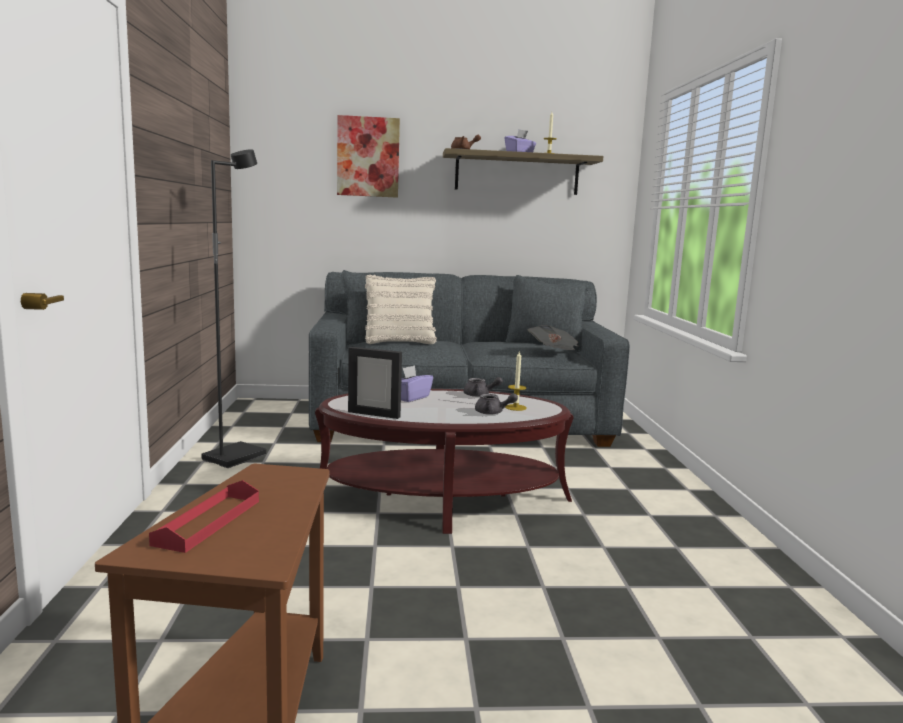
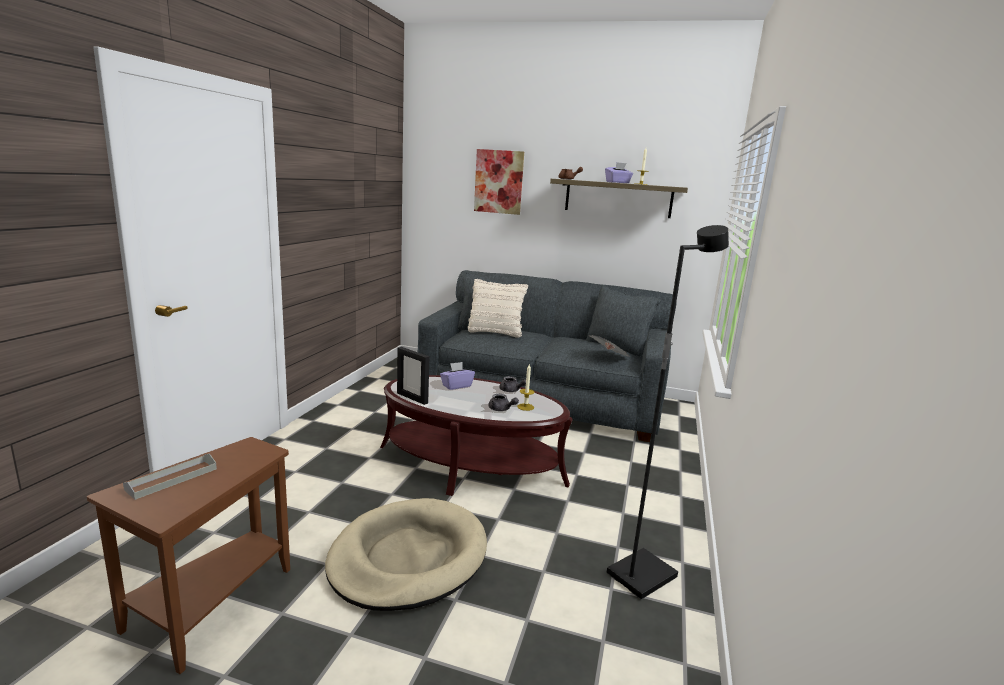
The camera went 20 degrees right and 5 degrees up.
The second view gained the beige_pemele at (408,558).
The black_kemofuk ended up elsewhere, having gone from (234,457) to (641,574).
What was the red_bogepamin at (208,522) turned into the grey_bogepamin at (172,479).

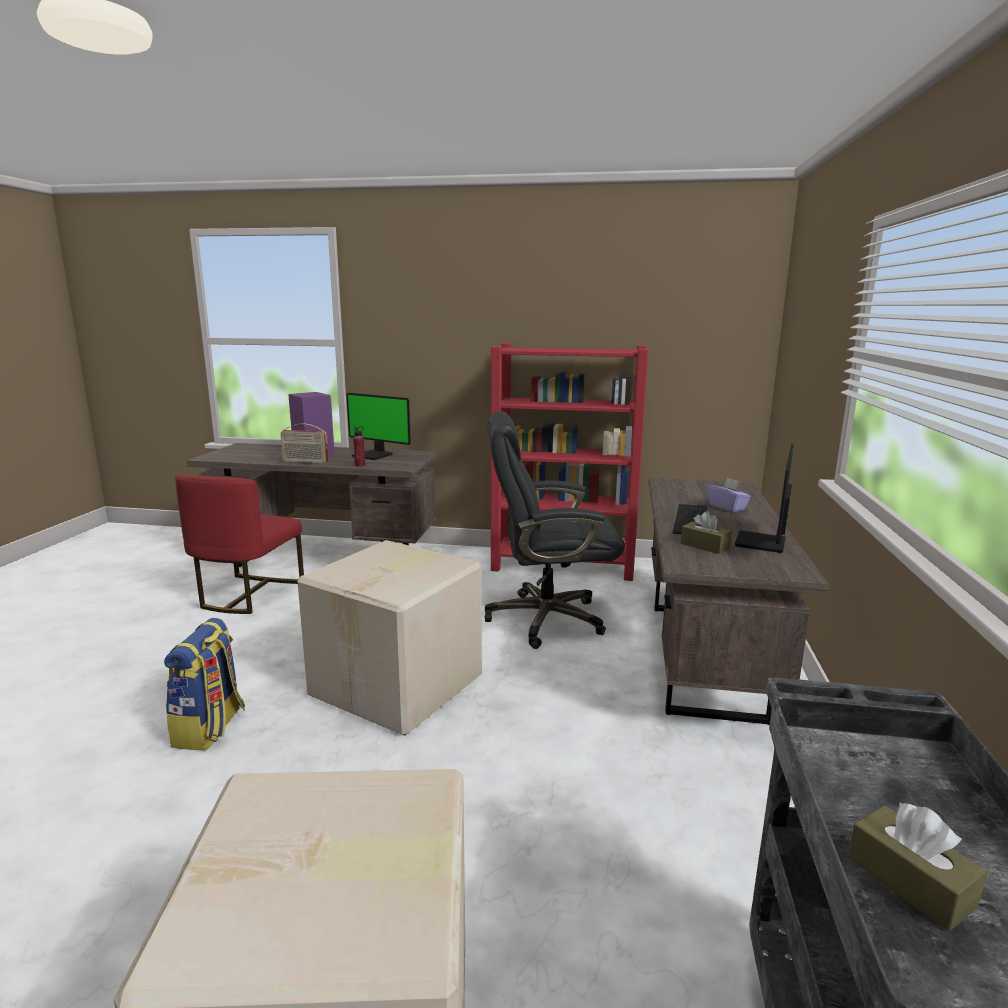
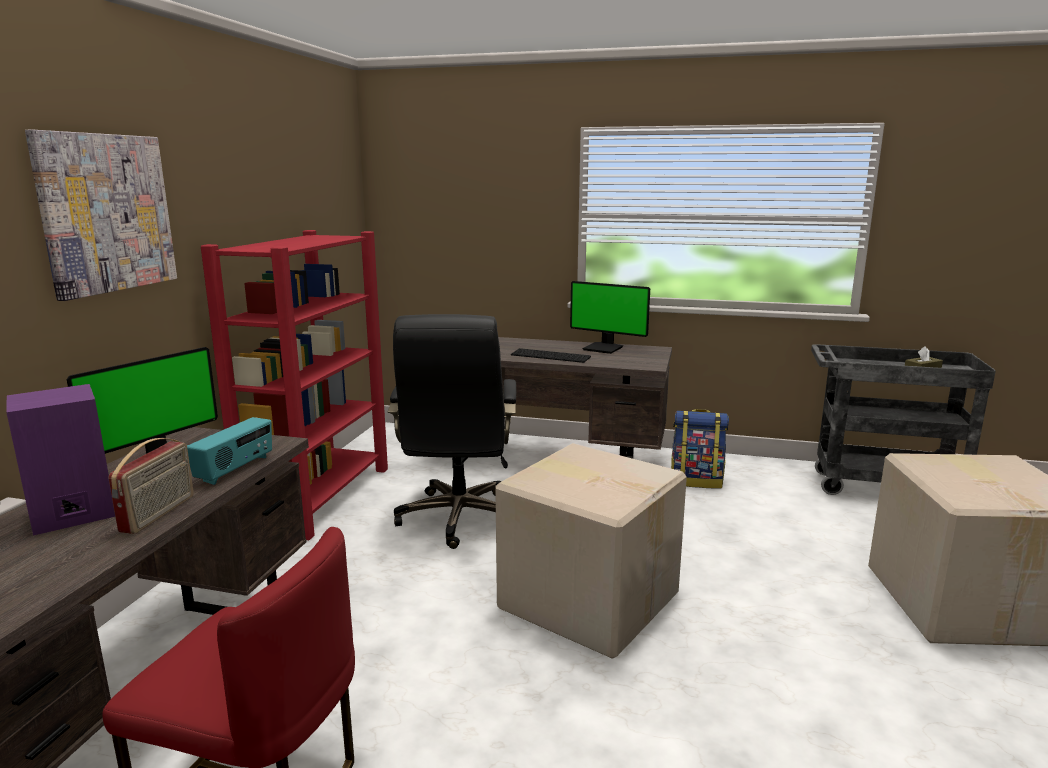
The camera went 85 degrees left and 0 degrees up.
The second view lost the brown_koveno at (704,546).
The second view lost the purple_koveno at (727,507).
The second view gained the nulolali at (106,213).
The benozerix ended up elsewhere, having gone from (210,728) to (697,481).
Where the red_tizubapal stood at (360,465), the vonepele came to stand at (235,469).

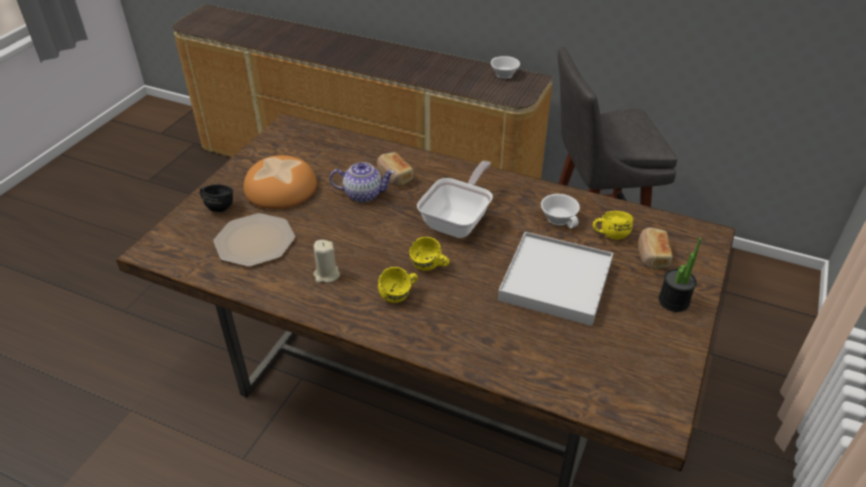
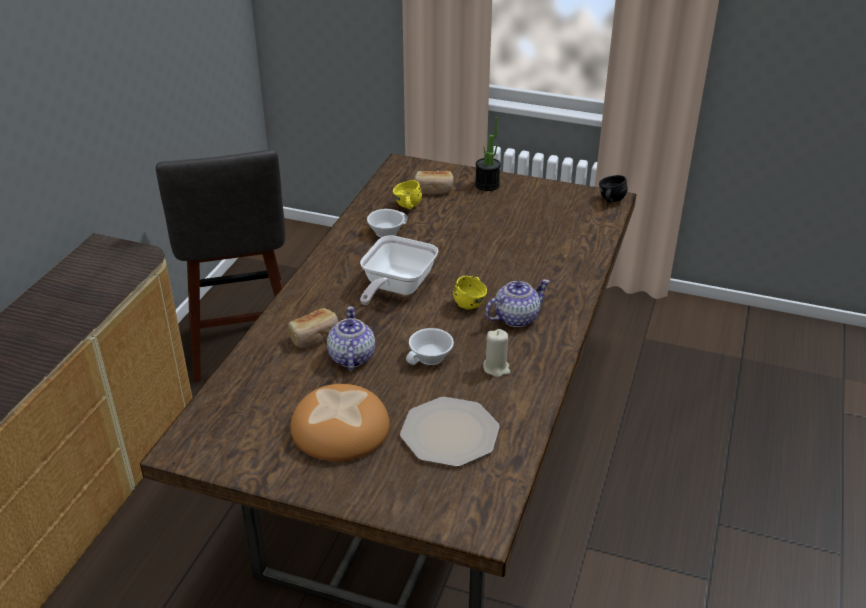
The camera went 95 degrees left and 5 degrees down.
The second view lost the white_bogepamin at (555,281).
The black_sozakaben ended up elsewhere, having gone from (218,206) to (609,200).
The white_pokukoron ended up elsewhere, having gone from (503,74) to (431,358).
Where the yellow_sozakaben stood at (399,296), the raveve came to stand at (515,318).
The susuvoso at (459,221) ended up facing another way, 90 degrees counterclockwise from before.

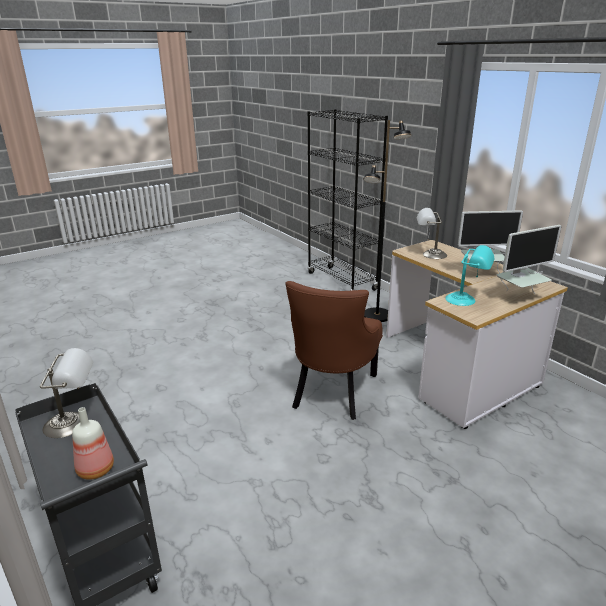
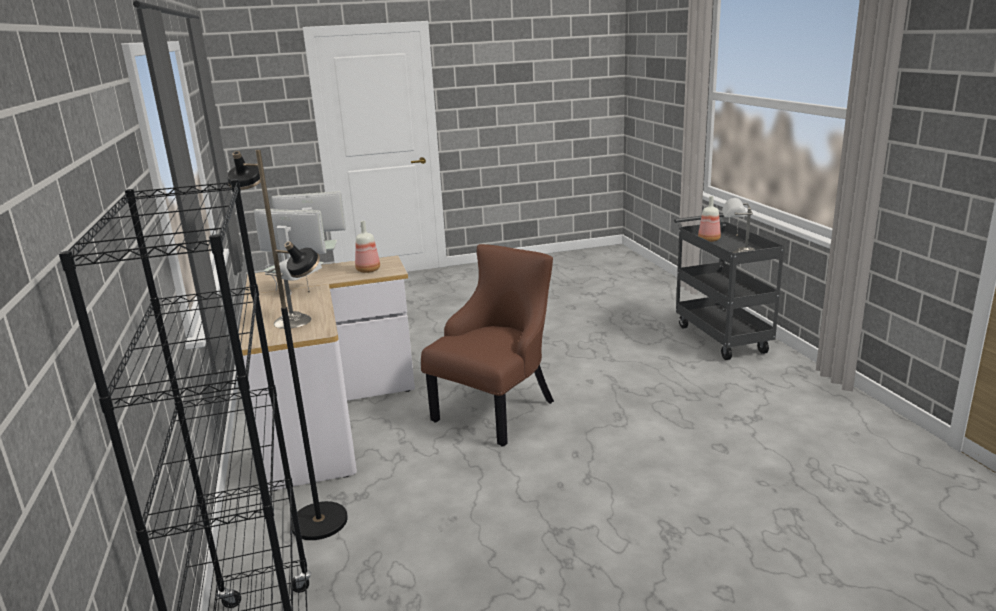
The camera went 160 degrees left and 5 degrees down.
Where the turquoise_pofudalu stood at (467,300), the tizubapal came to stand at (368,270).

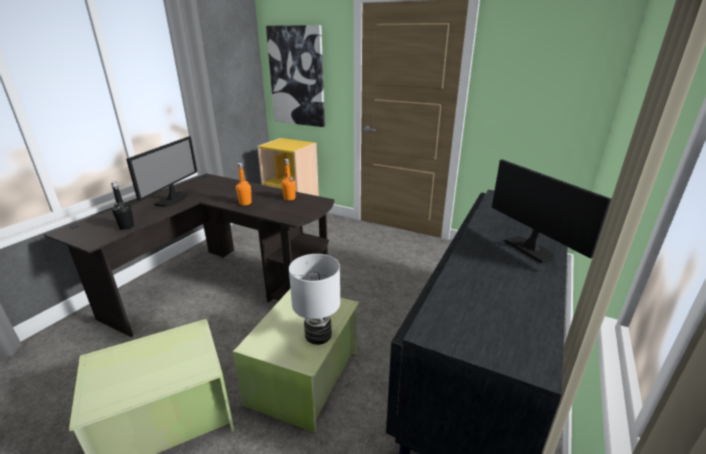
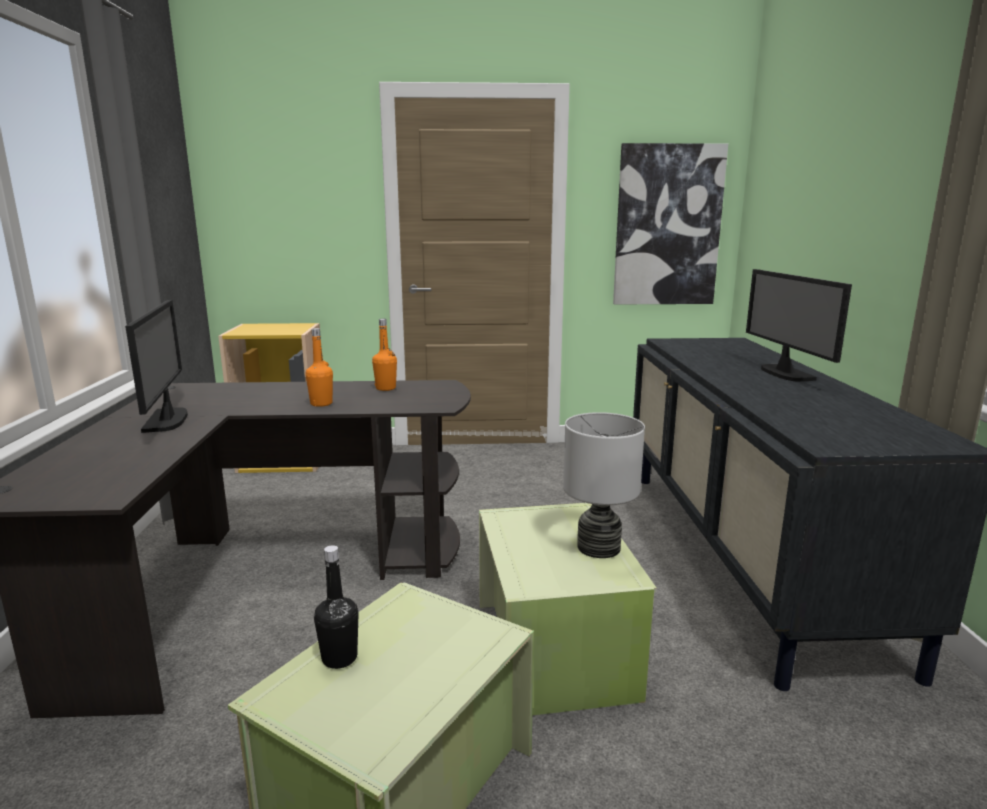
The camera went 30 degrees left and 10 degrees down.
The black_tizubapal ended up elsewhere, having gone from (126,227) to (339,658).
The nulolali ended up elsewhere, having gone from (297,77) to (667,226).
The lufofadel at (530,249) ended up facing another way, 135 degrees counterclockwise from before.

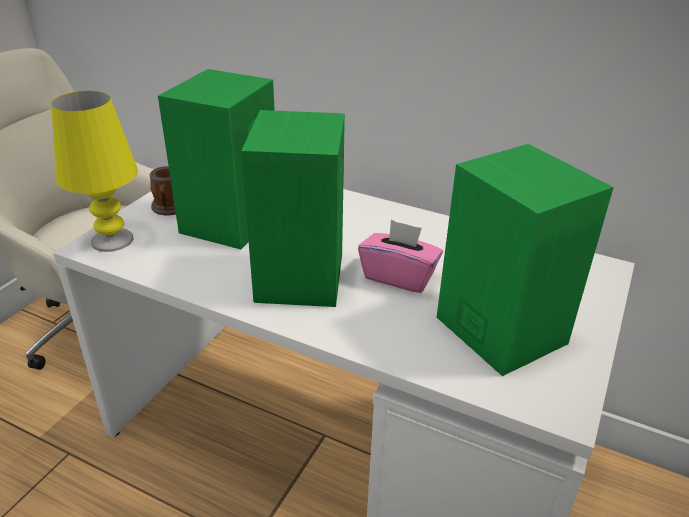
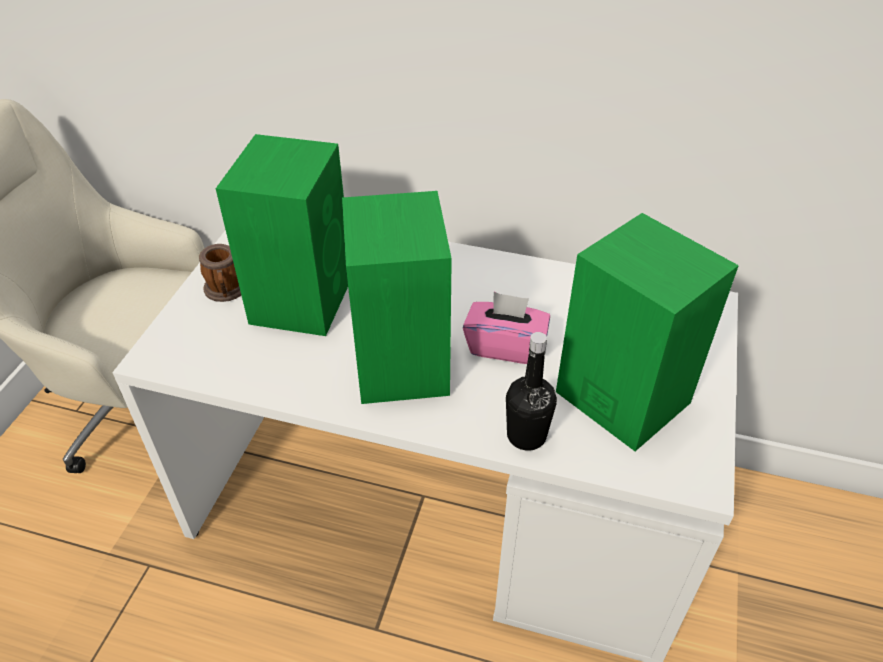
The camera went 10 degrees left and 10 degrees up.
The second view lost the yellow_pofudalu at (112,240).
The second view gained the black_tizubapal at (526,436).

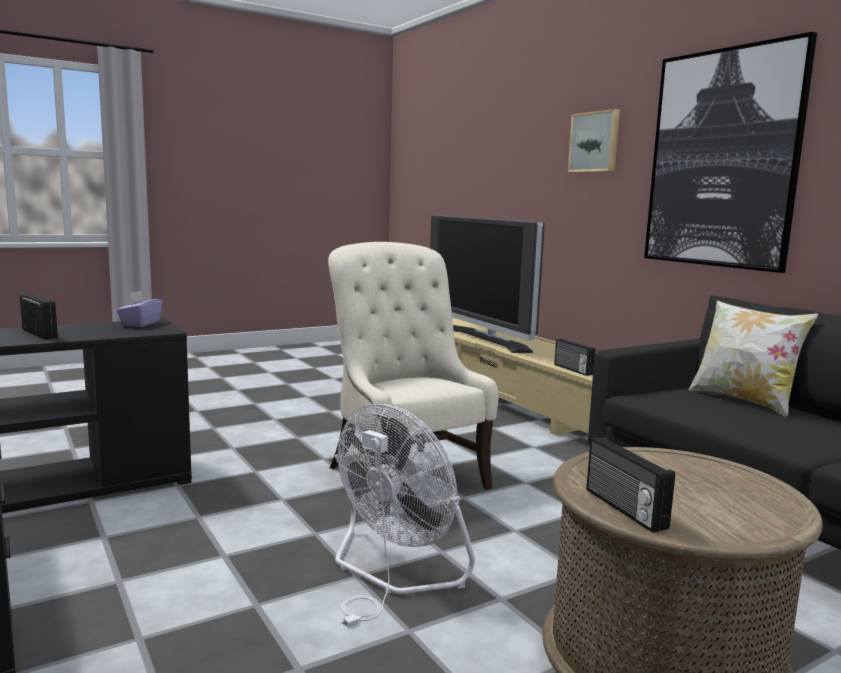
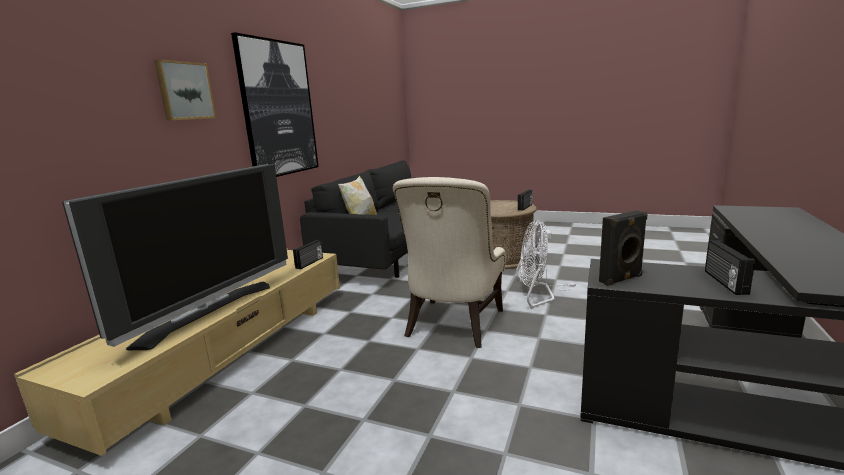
The camera went 125 degrees left and 5 degrees up.
Where the purple_koveno stood at (140,324), the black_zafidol came to stand at (621,279).

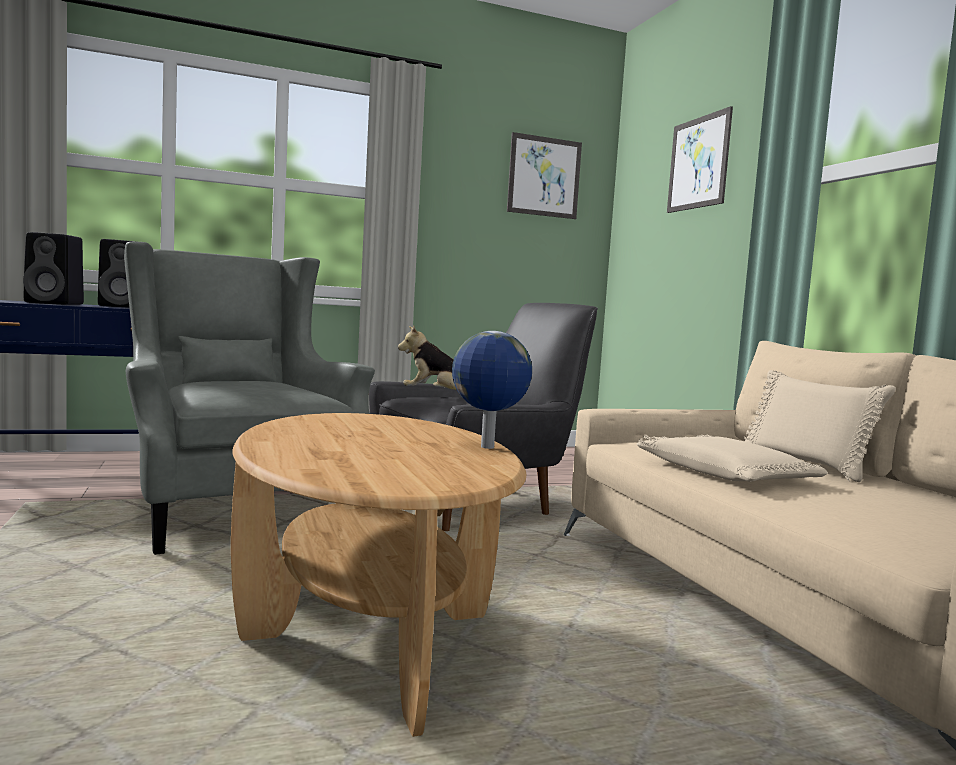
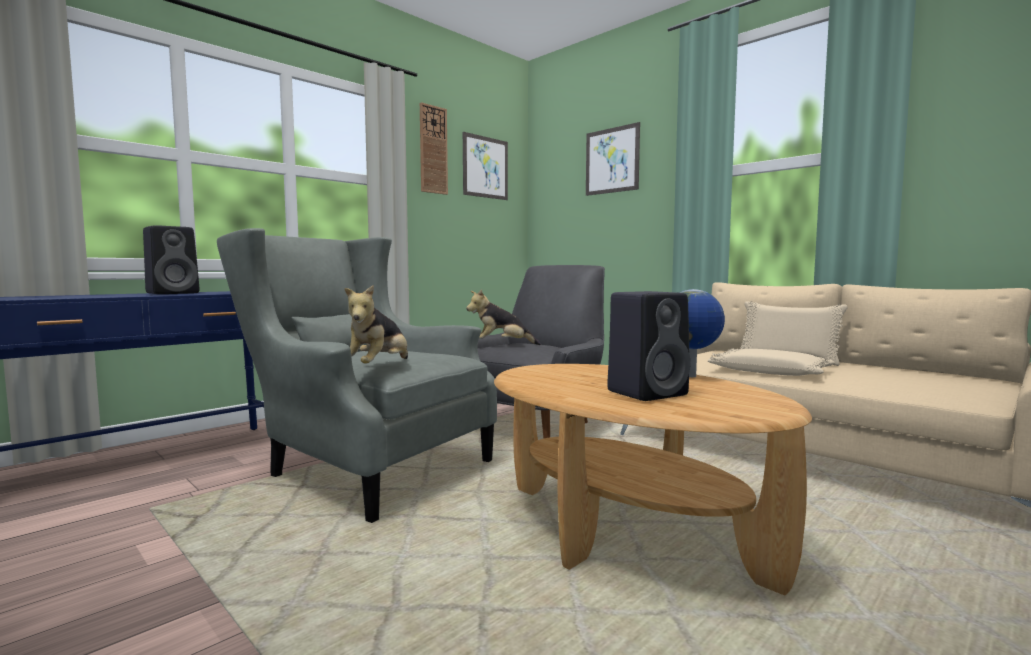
The camera went 25 degrees left and 0 degrees up.
The second view gained the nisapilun at (378,367).
The second view gained the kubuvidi at (433,150).
The black_zafidol ended up elsewhere, having gone from (56,303) to (648,393).

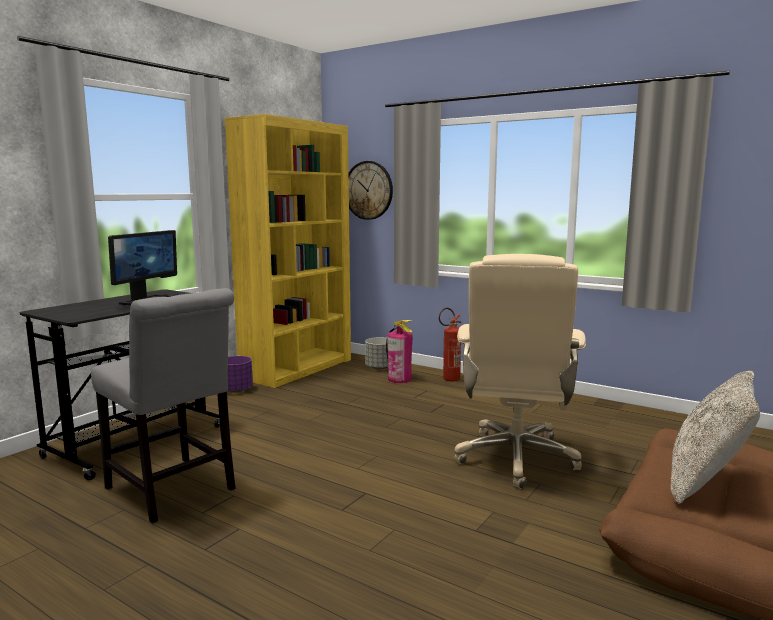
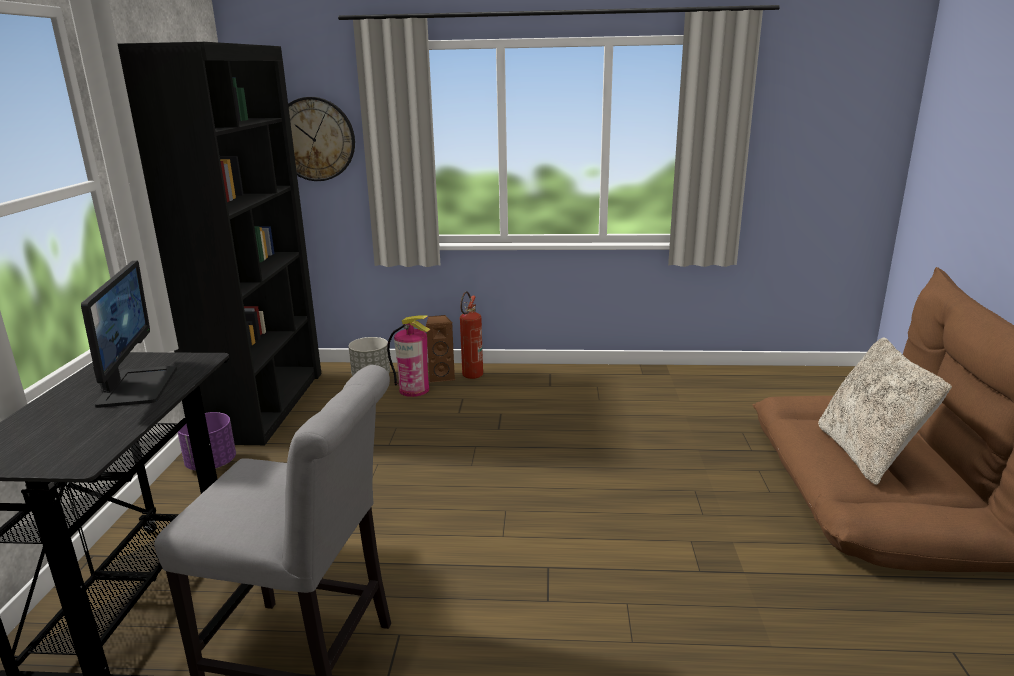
The camera went 30 degrees left and 10 degrees up.
The second view lost the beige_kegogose at (514,460).
The second view gained the brown_zafidol at (441,377).
What was the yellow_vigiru at (298,368) turned into the black_vigiru at (264,405).

